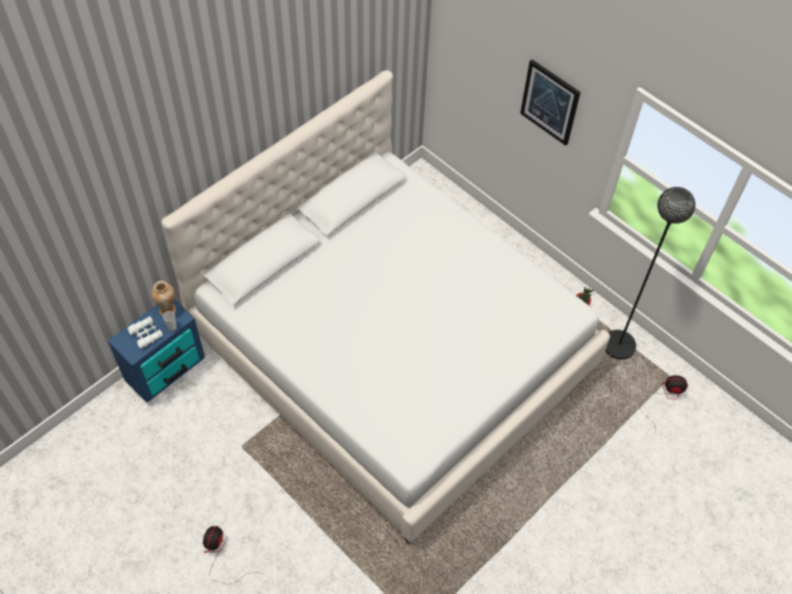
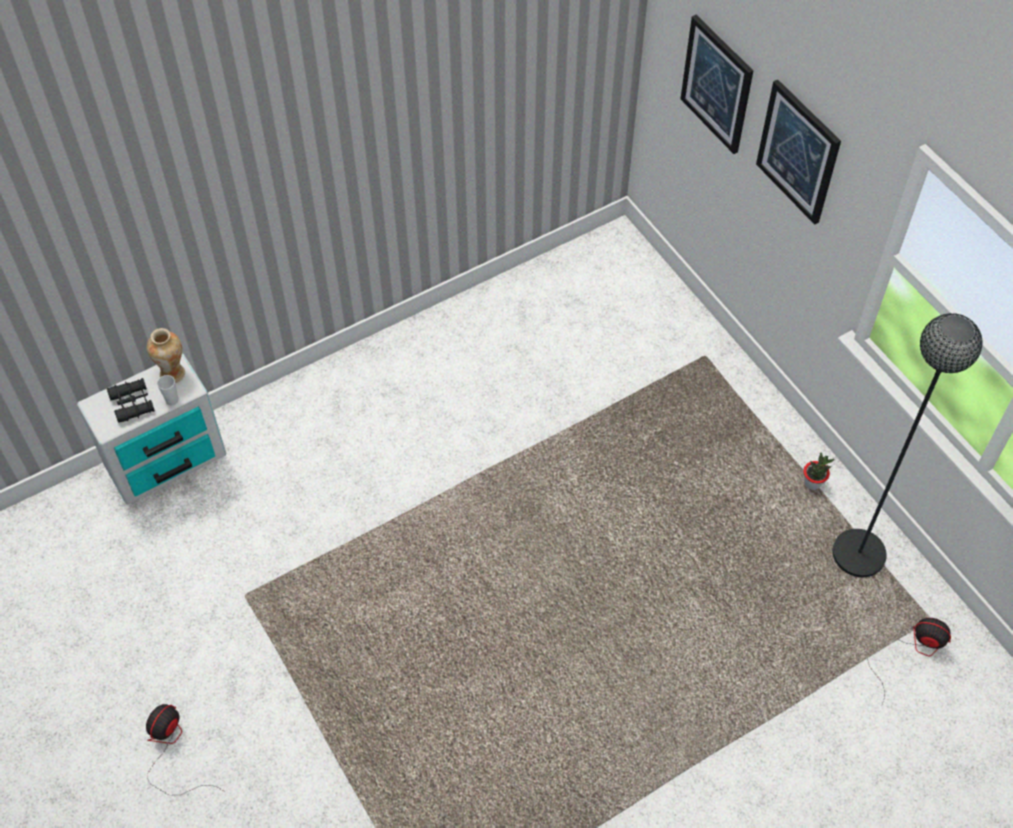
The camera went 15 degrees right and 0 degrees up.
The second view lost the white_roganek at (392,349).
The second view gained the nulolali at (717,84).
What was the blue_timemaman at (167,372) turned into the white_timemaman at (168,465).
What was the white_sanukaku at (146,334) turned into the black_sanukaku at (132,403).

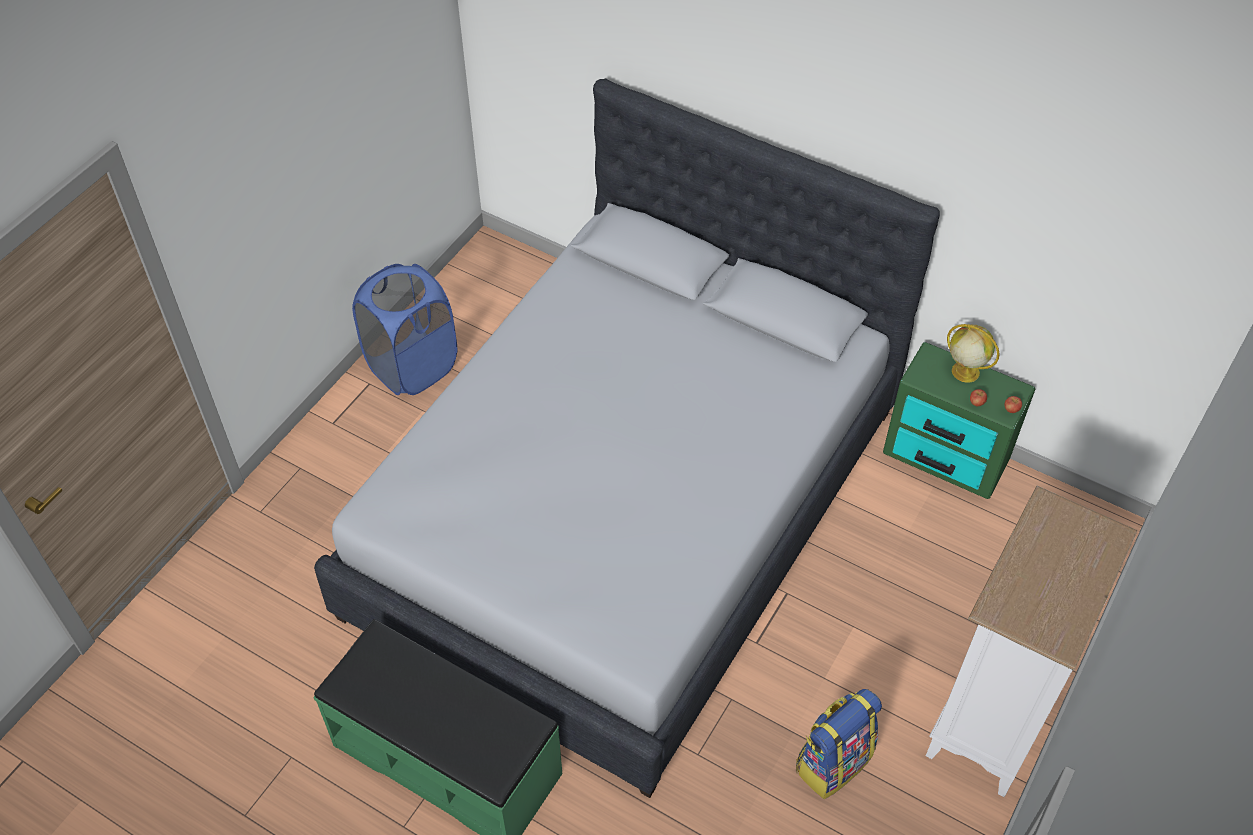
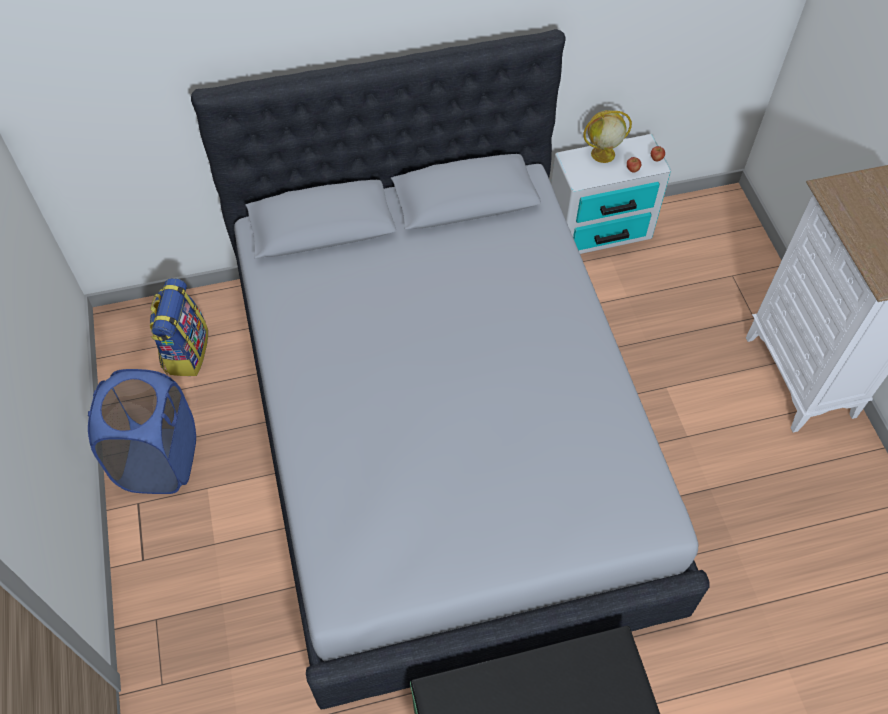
The camera went 45 degrees left and 5 degrees up.
The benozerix ended up elsewhere, having gone from (833,761) to (185,351).
What was the green_timemaman at (943,463) turned into the white_timemaman at (598,236).

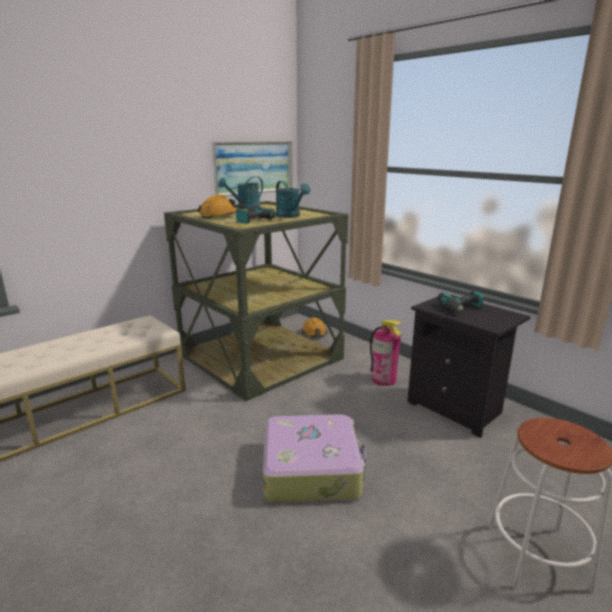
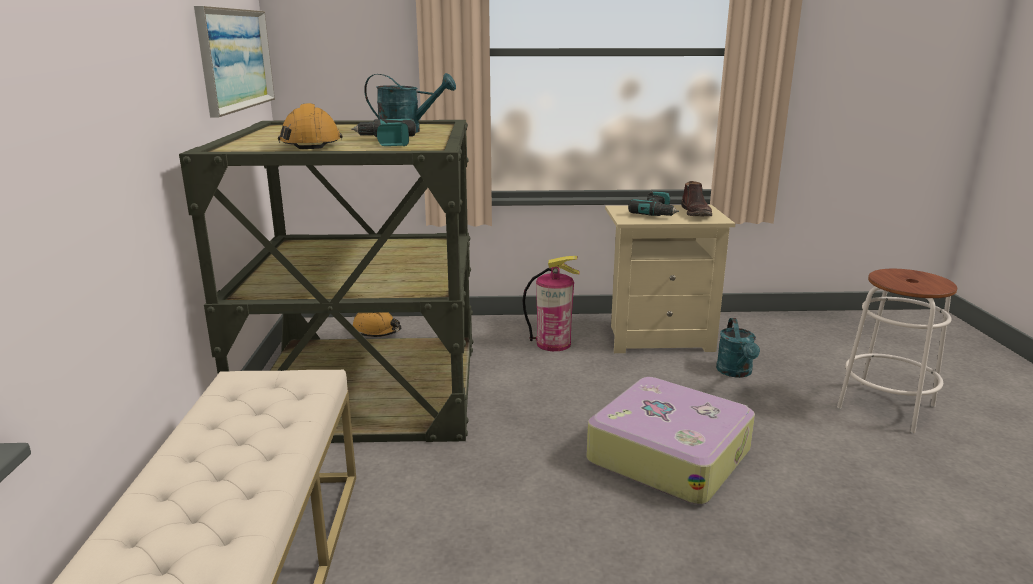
The camera went 50 degrees left and 0 degrees up.
The second view gained the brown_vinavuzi at (696,213).
The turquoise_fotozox ended up elsewhere, having gone from (245,208) to (736,372).
What was the black_timemaman at (457,408) turned into the beige_timemaman at (658,338).

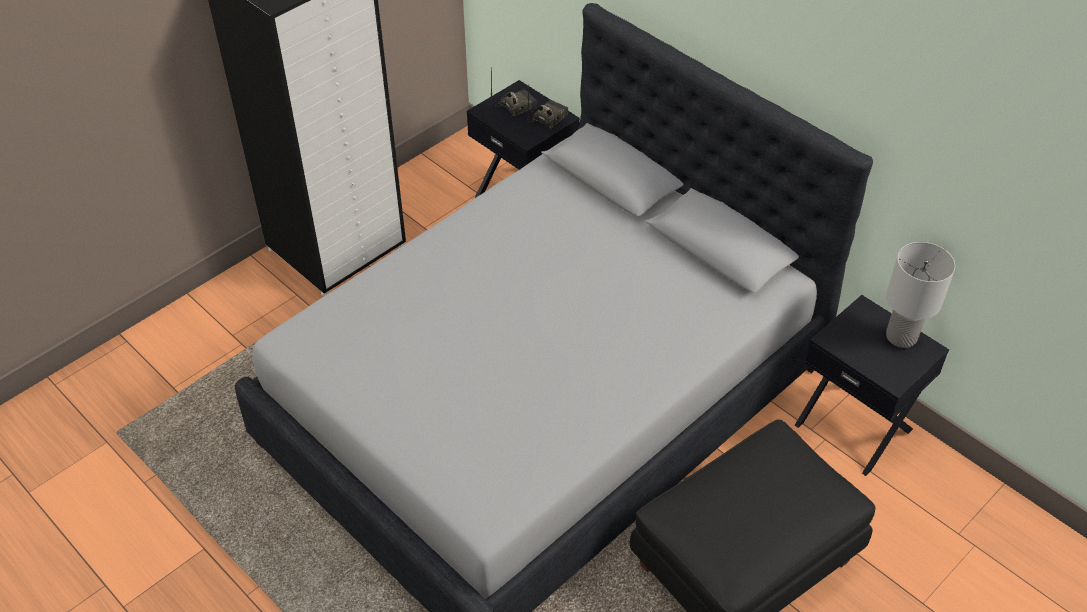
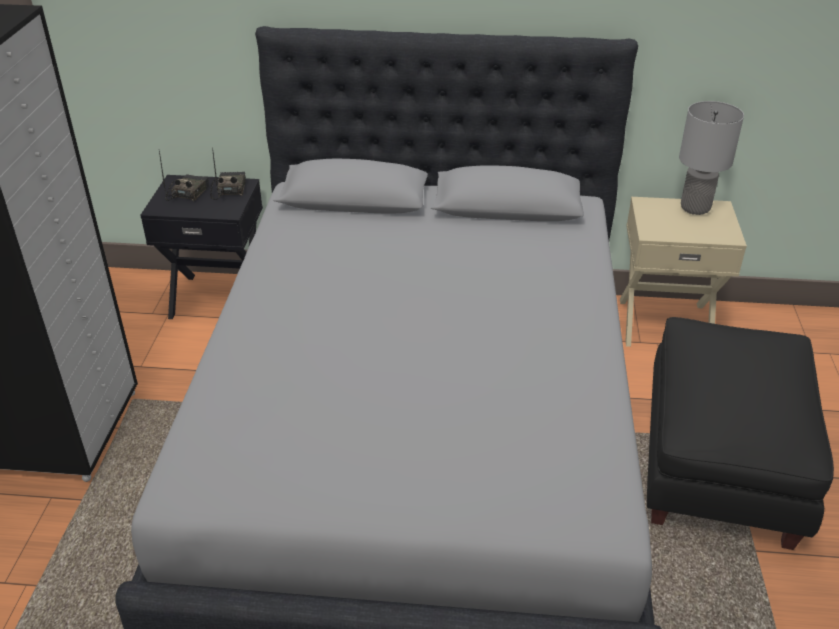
The camera went 40 degrees left and 10 degrees down.
What was the black_timemaman at (854,426) turned into the beige_timemaman at (664,323).

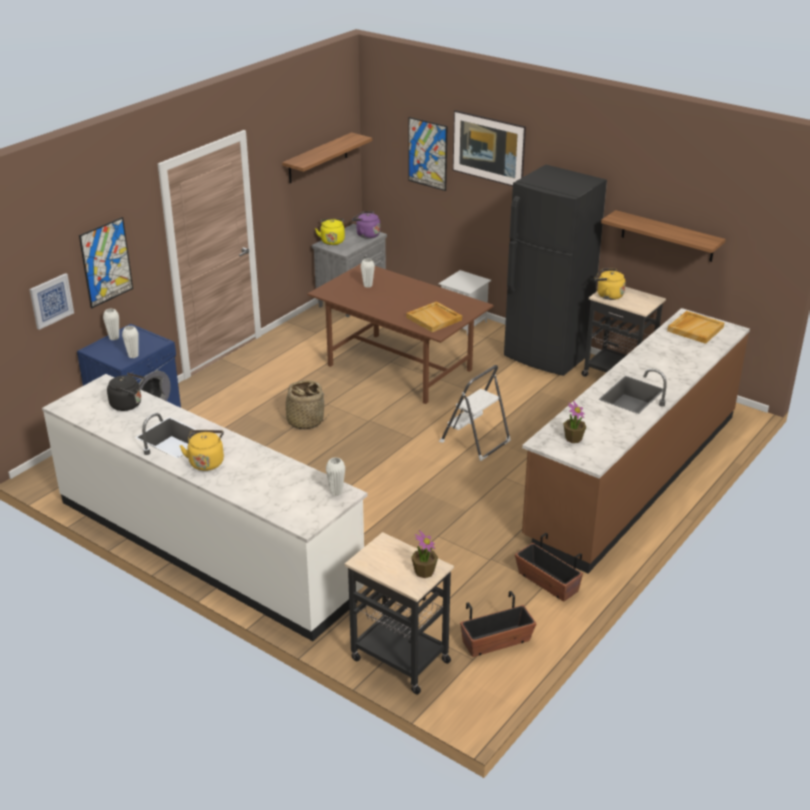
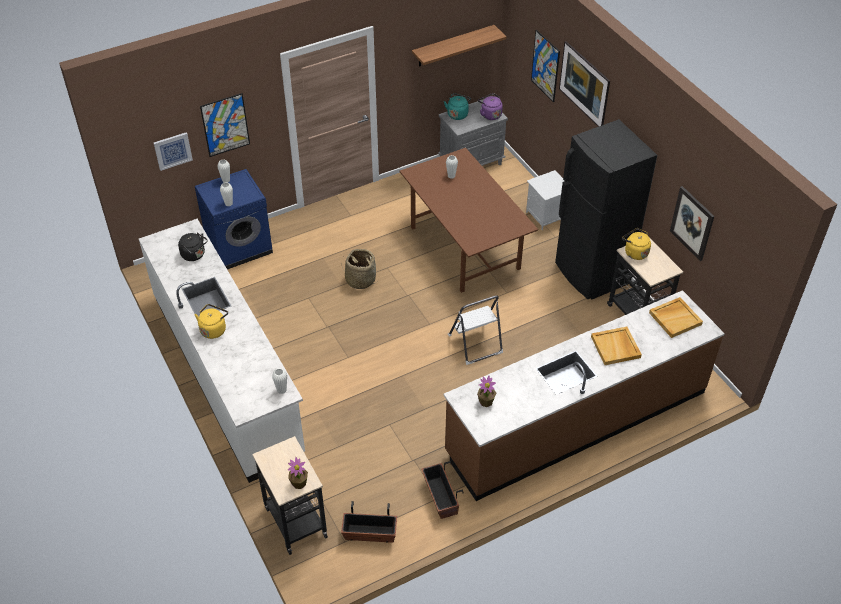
The camera went 25 degrees right and 15 degrees up.
The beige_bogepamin ended up elsewhere, having gone from (434,319) to (616,347).
Where the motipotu hung at (667,236), the nulolali came to hang at (692,223).
What was the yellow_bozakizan at (332,241) turned into the turquoise_bozakizan at (457,114).

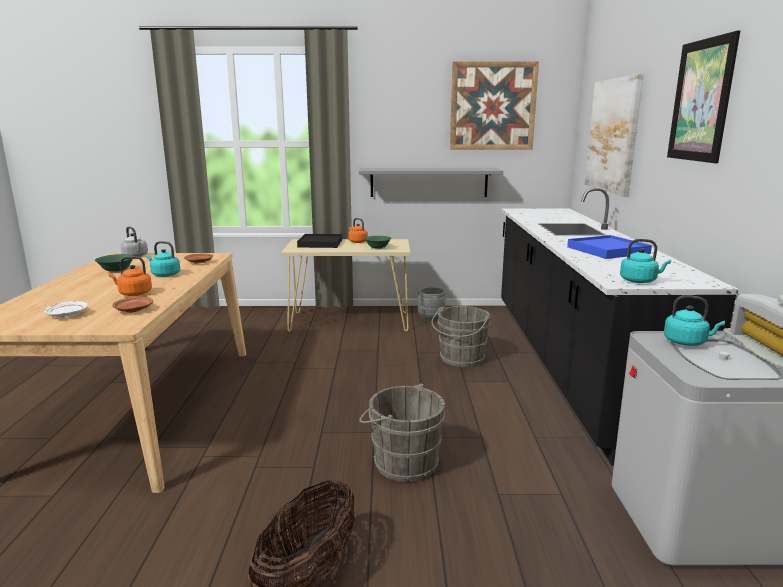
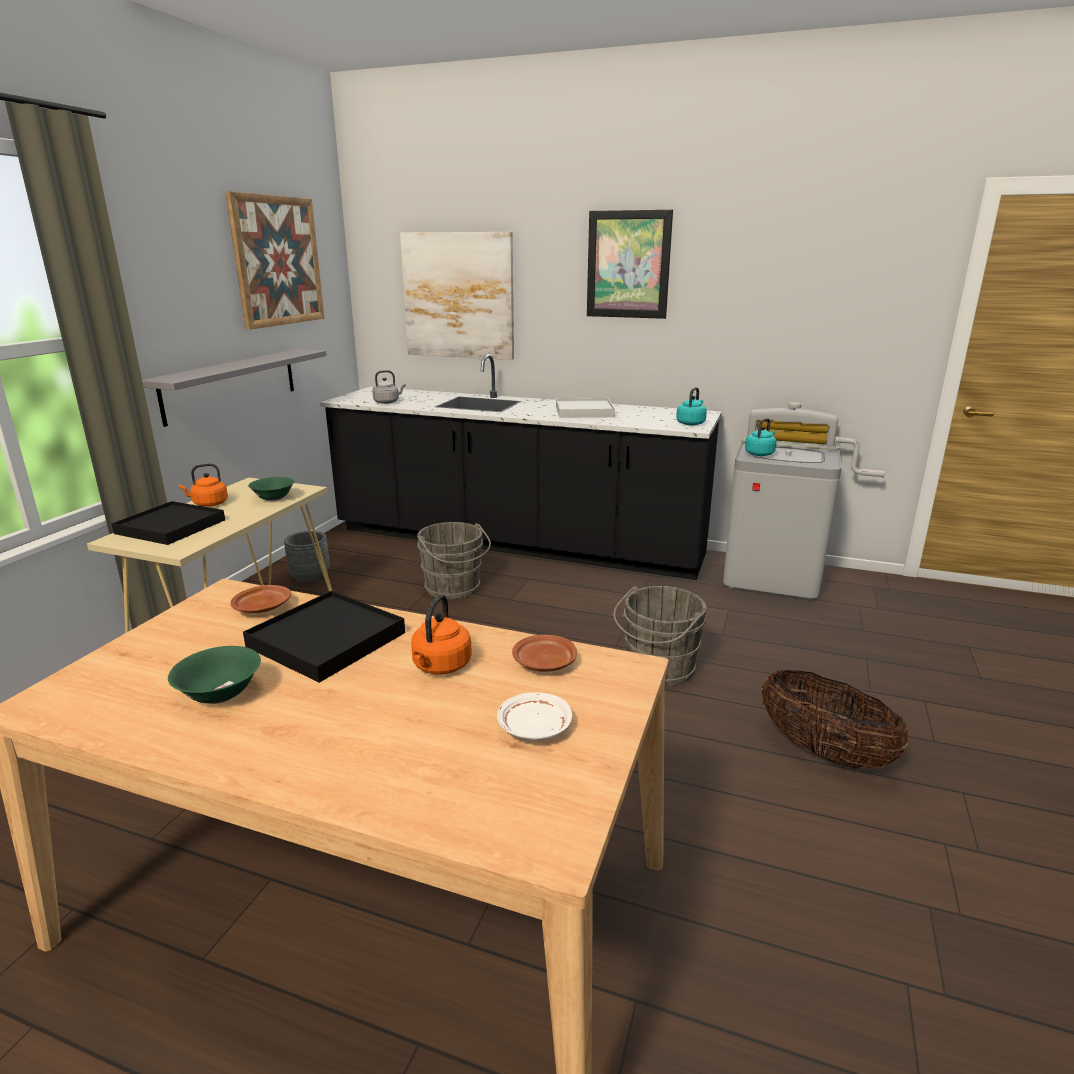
The camera went 70 degrees left and 5 degrees up.
The grey_bozakizan ended up elsewhere, having gone from (136,256) to (388,402).
Where the turquoise_bozakizan stood at (164,275), the black_bogepamin came to stand at (326,640).
What was the blue_bogepamin at (607,250) turned into the white_bogepamin at (584,411).

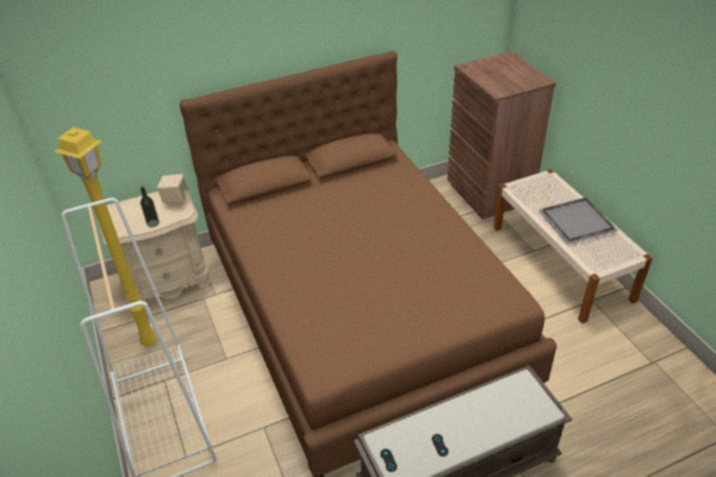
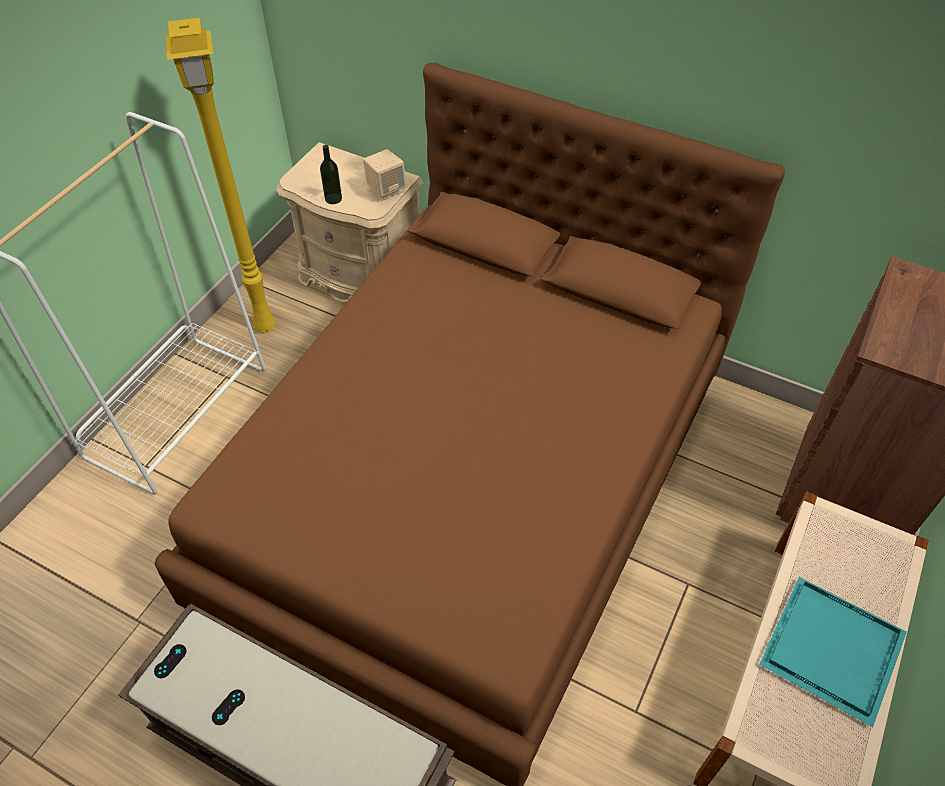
The camera went 50 degrees right and 10 degrees up.
What was the grey_bogepamin at (576,223) turned into the turquoise_bogepamin at (829,650).

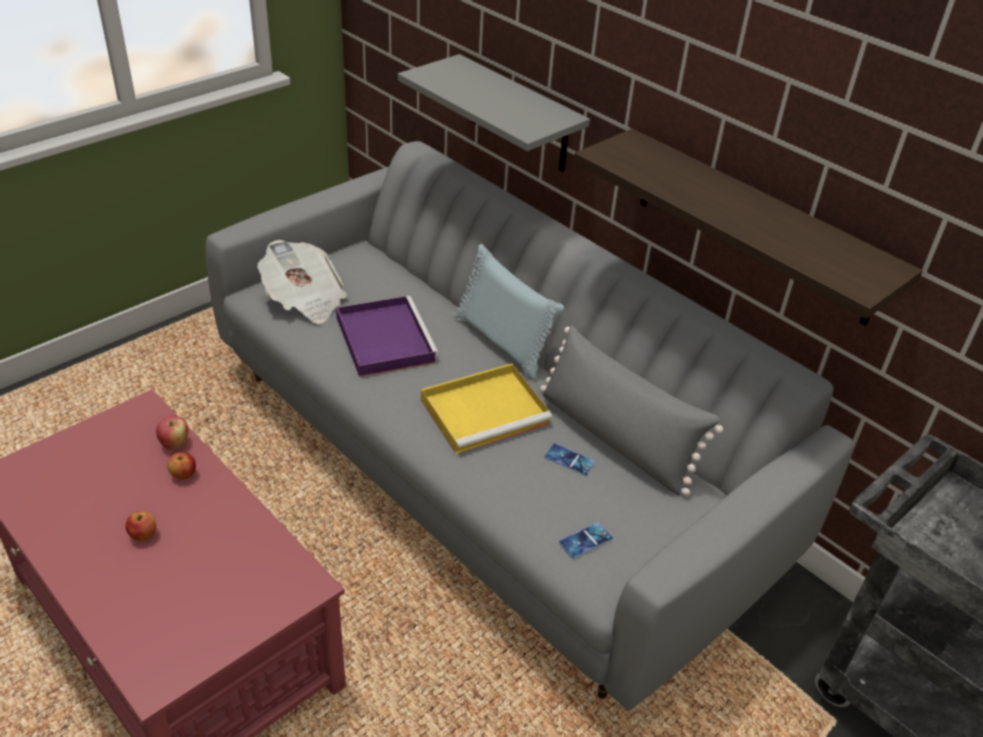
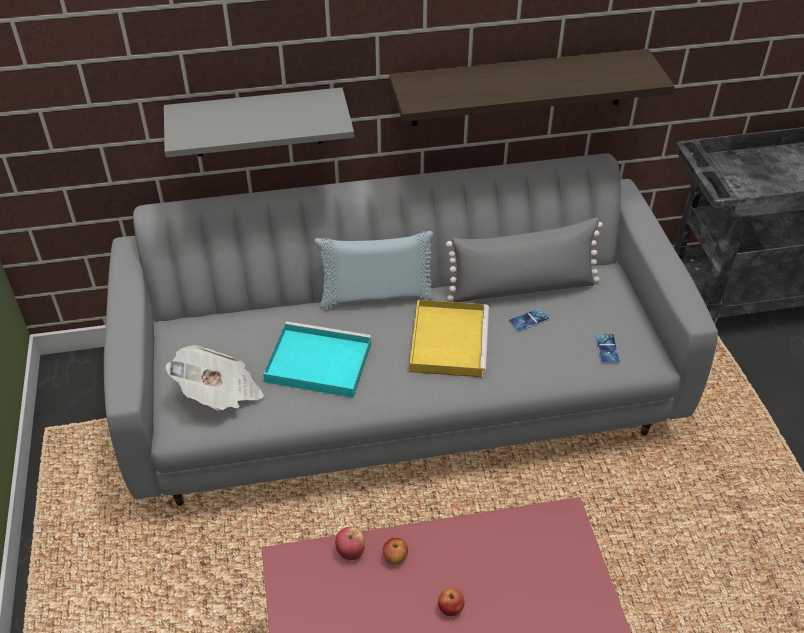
The camera went 55 degrees left and 5 degrees up.
What was the purple_bogepamin at (383,338) turned into the turquoise_bogepamin at (316,363).

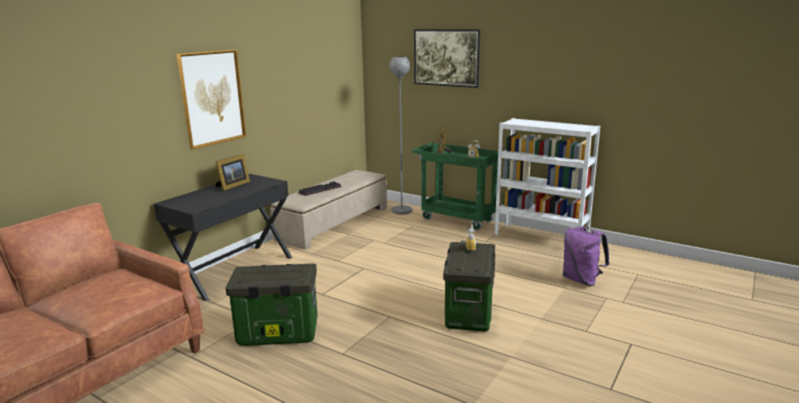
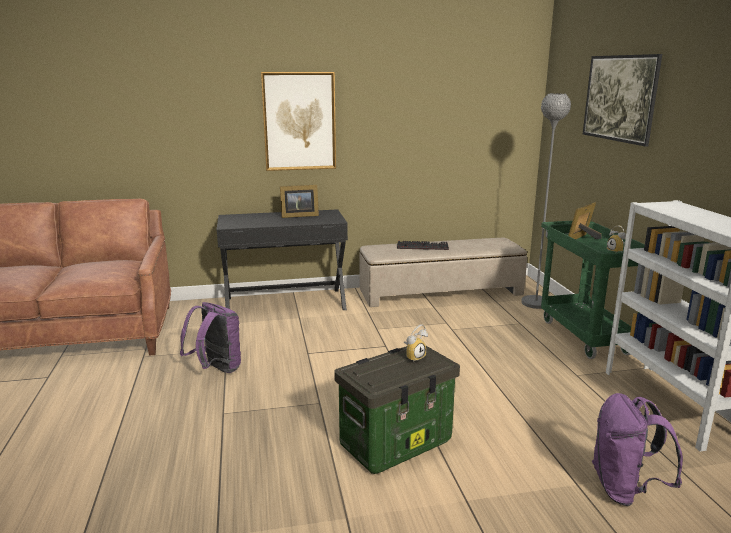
The camera went 45 degrees right and 0 degrees up.
Where the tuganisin stood at (277,333), the purple_benozerix came to stand at (216,369).

